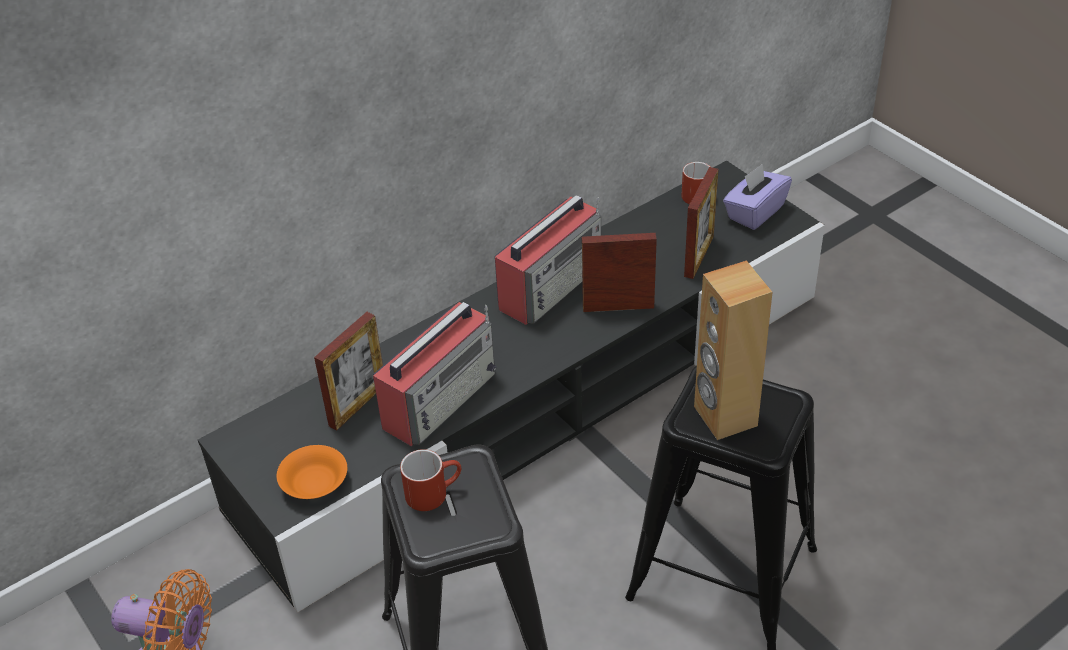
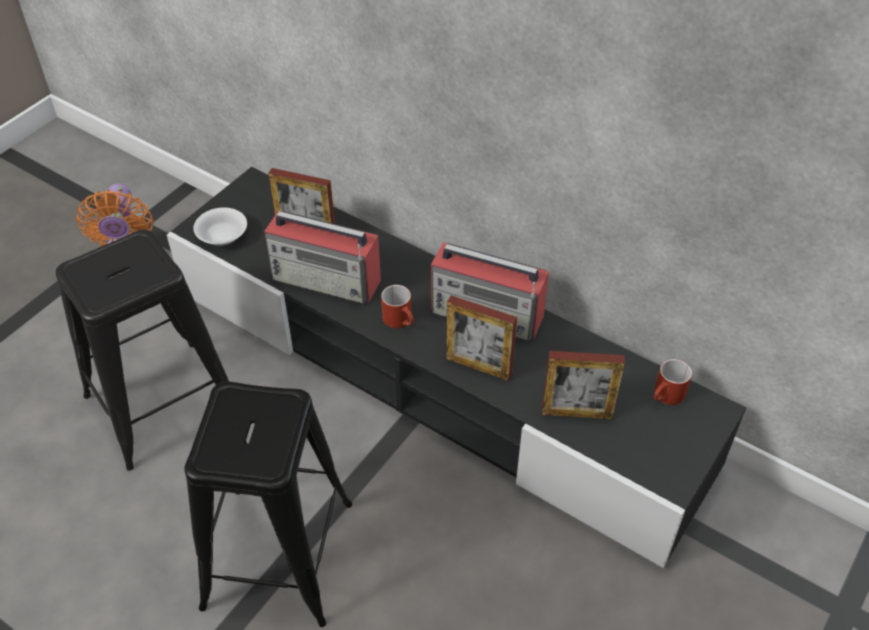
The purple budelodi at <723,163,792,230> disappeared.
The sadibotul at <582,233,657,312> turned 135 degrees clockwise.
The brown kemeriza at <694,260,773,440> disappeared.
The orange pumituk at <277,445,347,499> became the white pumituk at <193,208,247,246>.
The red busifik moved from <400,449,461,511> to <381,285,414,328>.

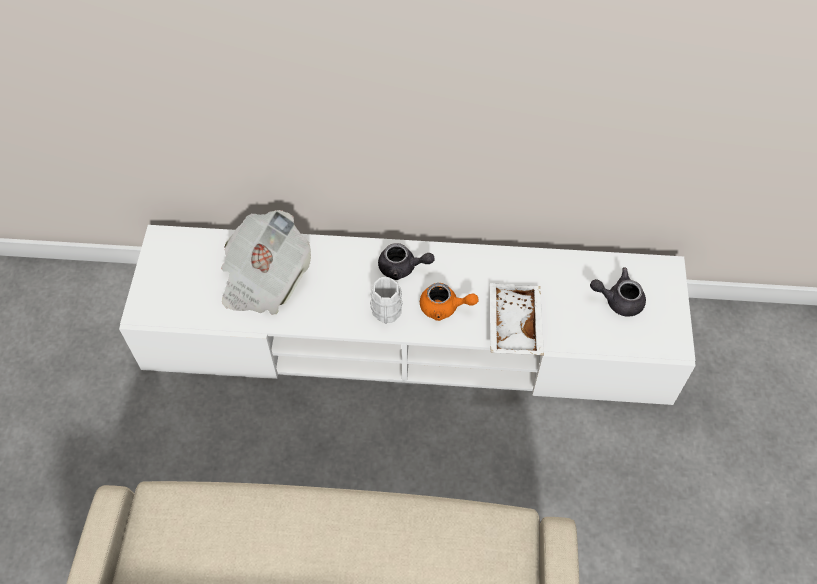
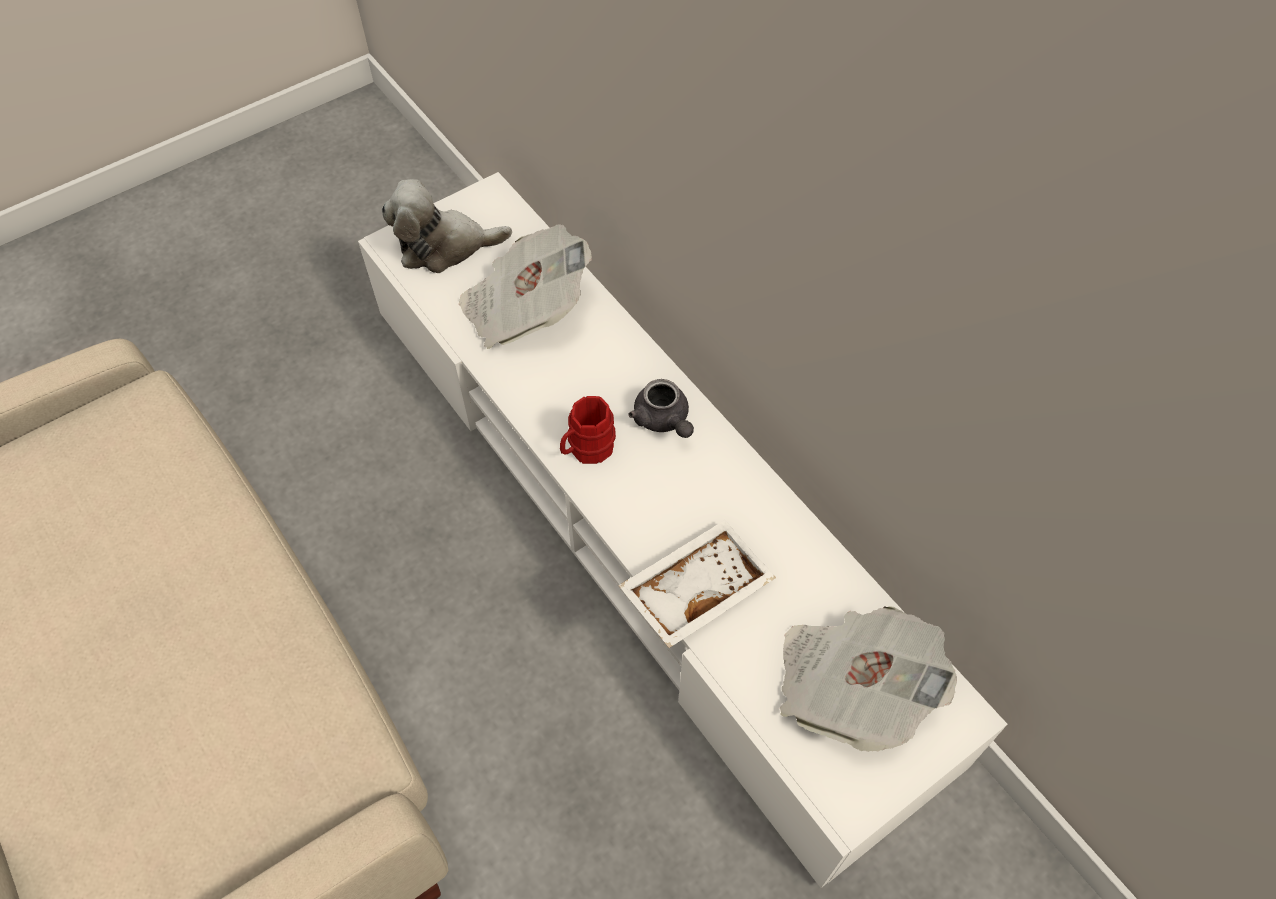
The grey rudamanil at <590,267,646,317> was replaced by the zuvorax at <780,606,957,752>.
The white busifik at <370,277,402,324> became the red busifik at <560,396,616,464>.
The orange rudamanil at <420,283,479,321> disappeared.
The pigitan at <382,179,512,273> appeared.

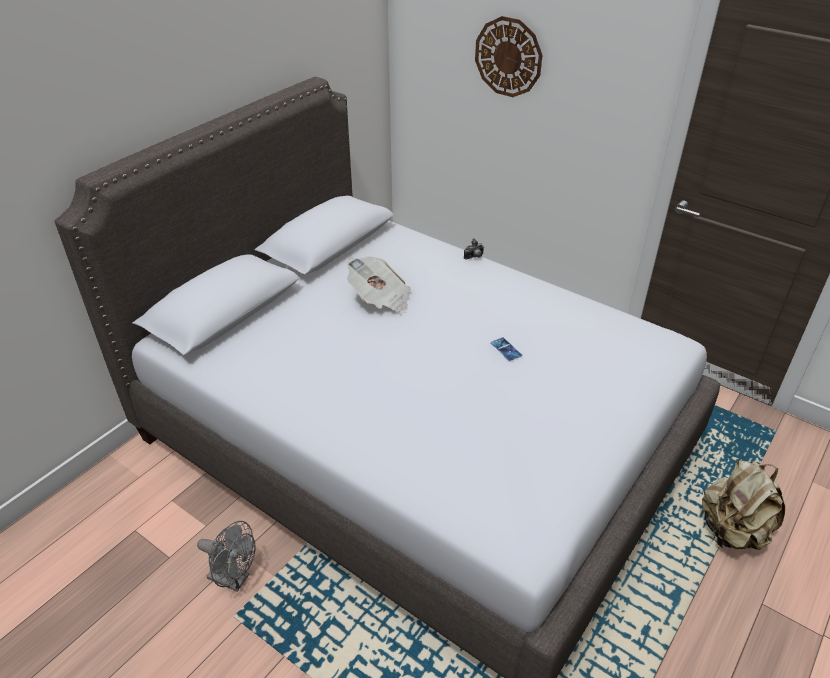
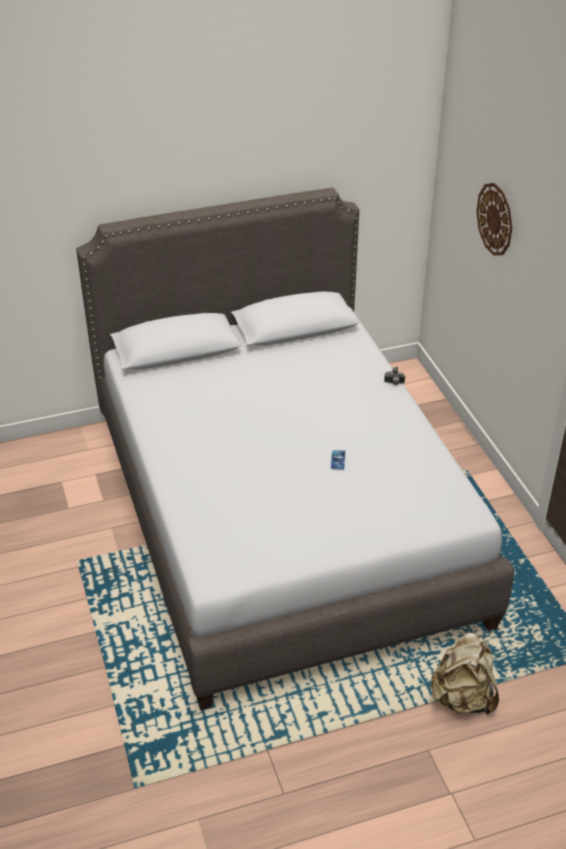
The zuvorax at <347,257,411,314> disappeared.
The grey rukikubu at <197,521,256,592> disappeared.

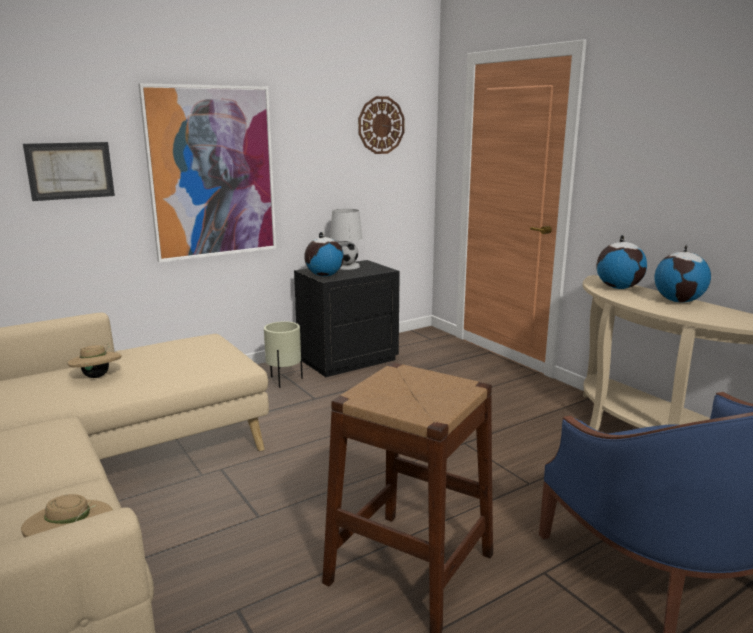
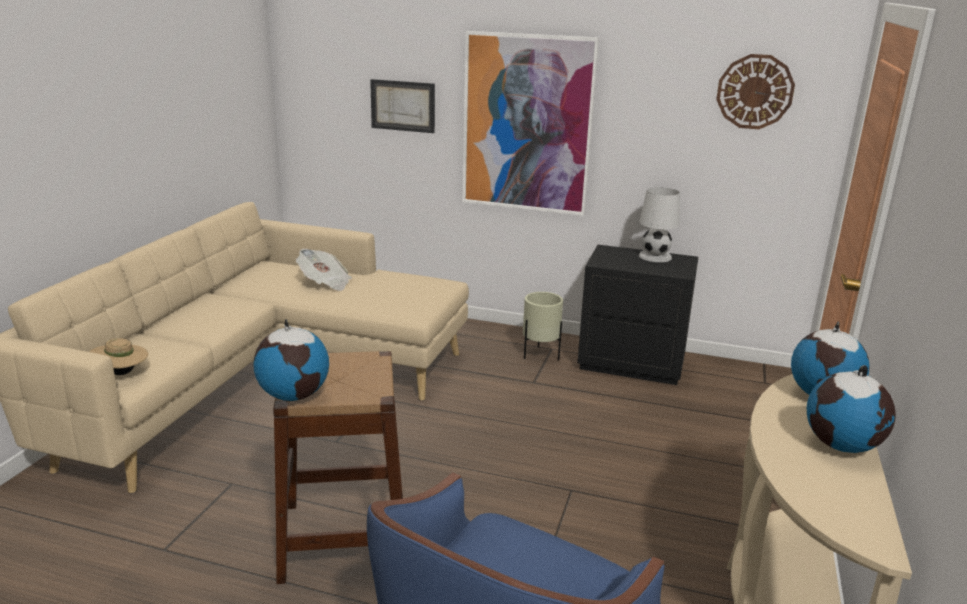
The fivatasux moved from <304,232,344,277> to <253,319,329,401>.
The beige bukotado at <67,343,122,378> was replaced by the zuvorax at <296,249,352,291>.

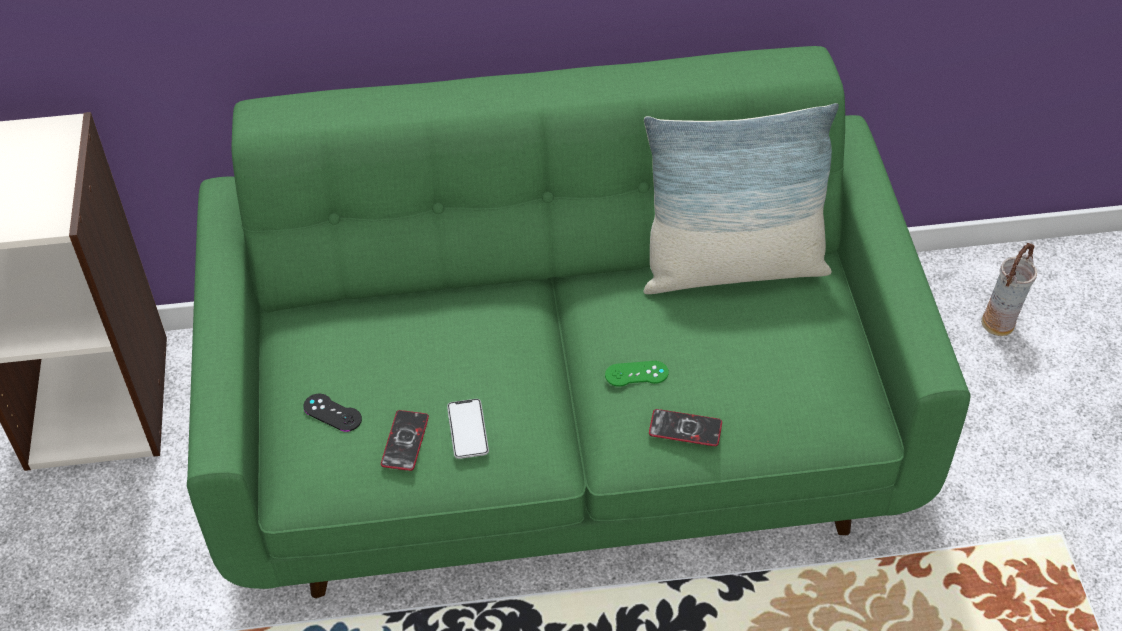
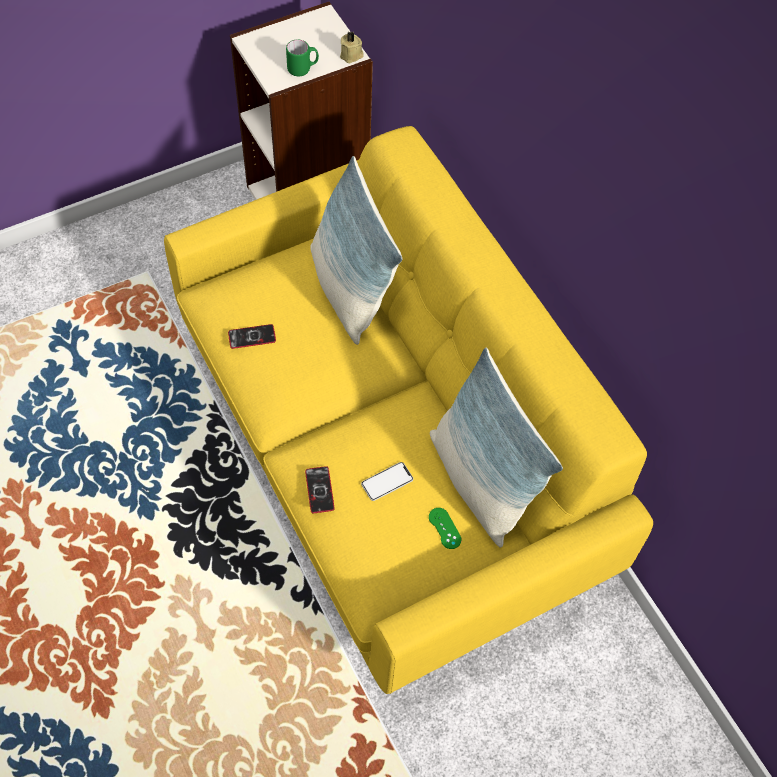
The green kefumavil at <187,46,971,598> became the yellow kefumavil at <164,126,653,694>.
The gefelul at <981,243,1037,336> disappeared.
The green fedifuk moved from <605,361,669,387> to <429,508,461,549>.
The black fedifuk at <304,394,362,432> disappeared.
The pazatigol moved from <447,399,489,459> to <361,462,413,501>.
The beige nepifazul at <340,31,364,64> appeared.
The green busifik at <286,39,319,76> appeared.
The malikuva at <310,156,403,345> appeared.

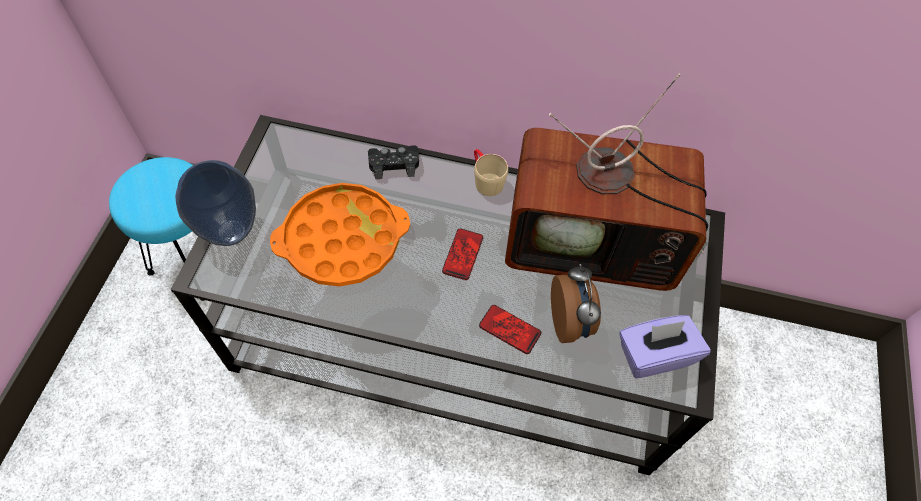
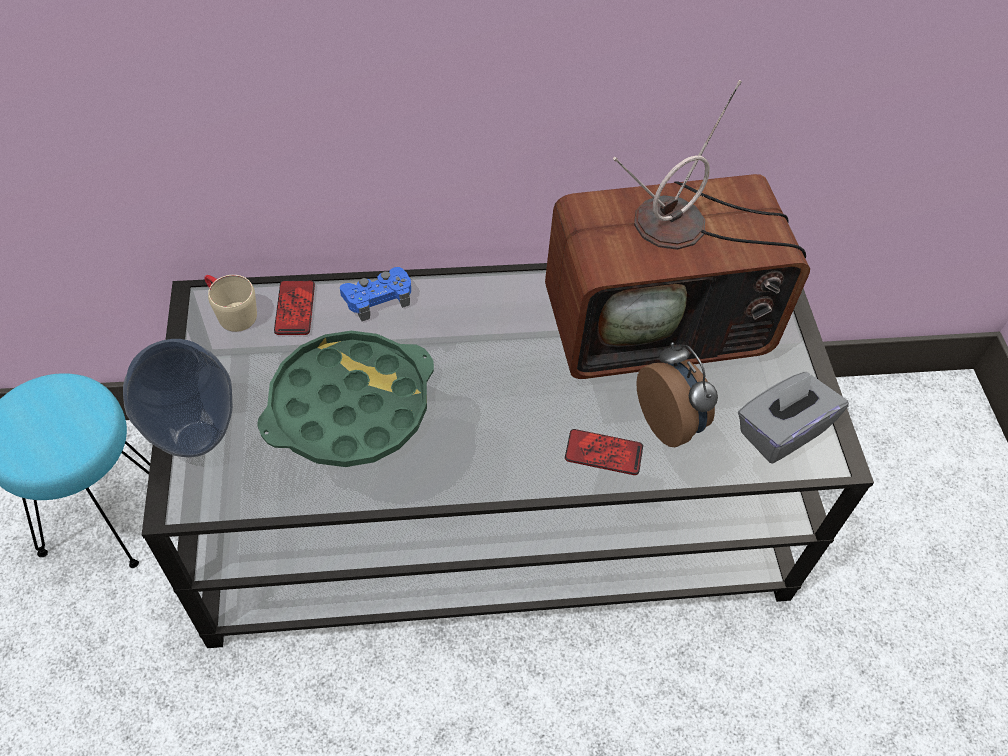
The black fedifuk at <368,145,419,179> became the blue fedifuk at <340,267,411,321>.
The beige busifik moved from <474,149,508,196> to <205,275,257,332>.
The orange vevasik at <270,183,410,287> became the green vevasik at <257,331,434,467>.
The pazatigol moved from <442,228,483,280> to <274,280,315,335>.
The purple budelodi at <619,315,711,379> became the grey budelodi at <738,372,849,464>.

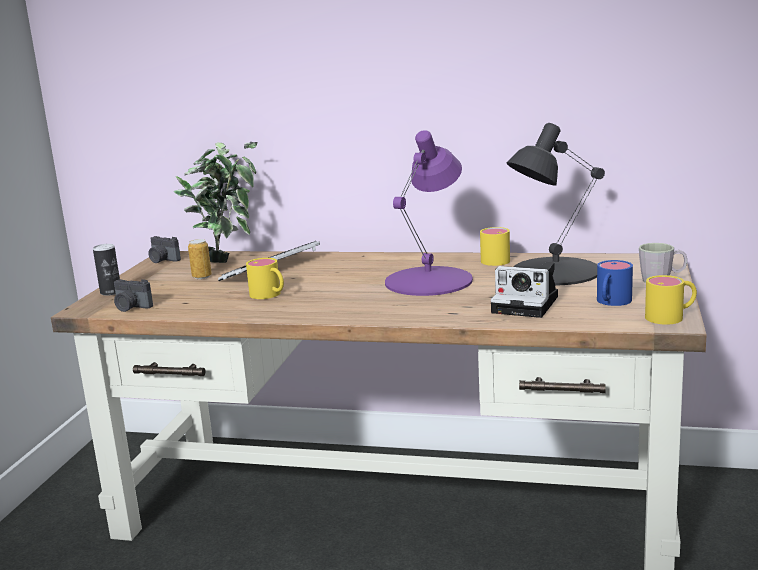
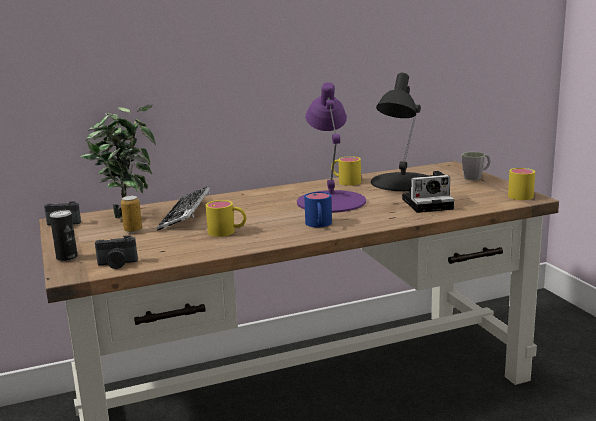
The blue busifik moved from <597,260,633,306> to <304,192,332,227>.

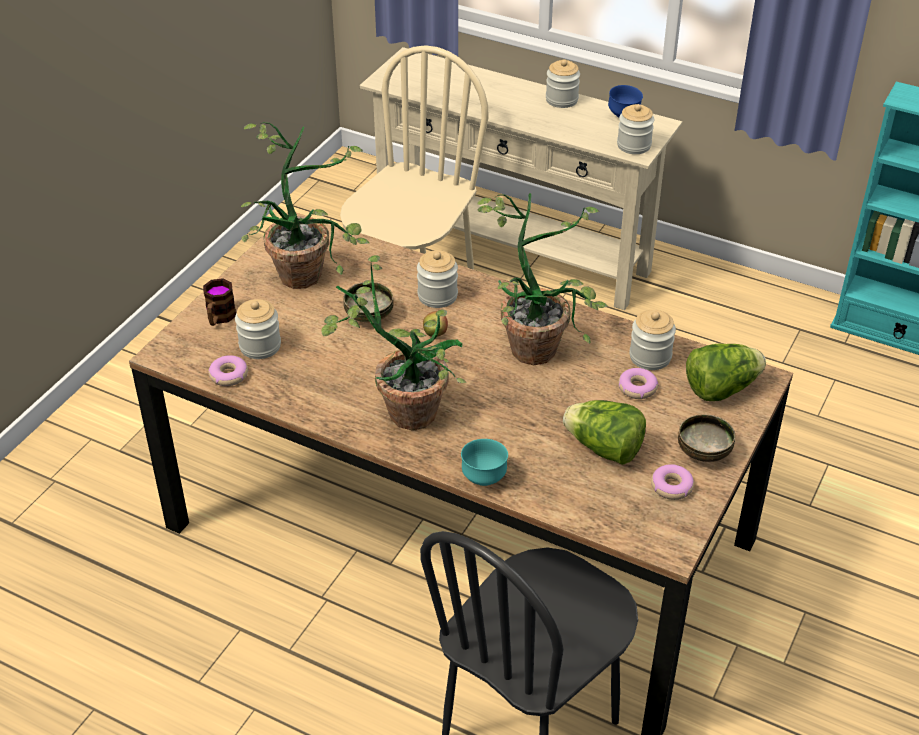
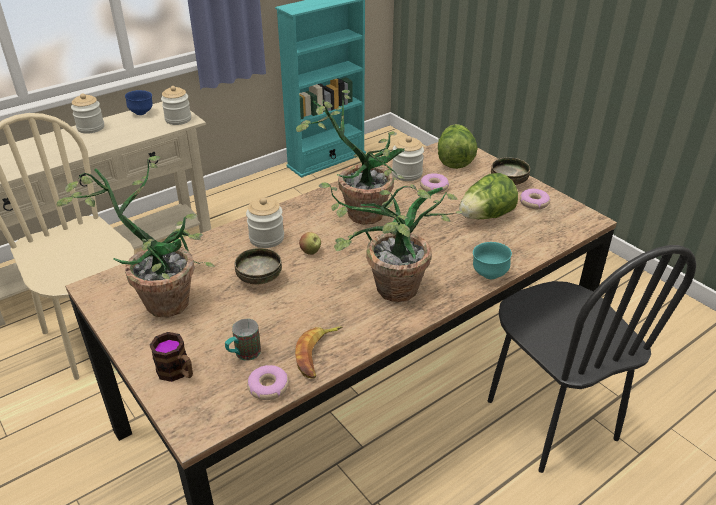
The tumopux at <235,299,281,359> was replaced by the busifik at <225,319,261,361>.
The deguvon at <295,326,342,379> appeared.

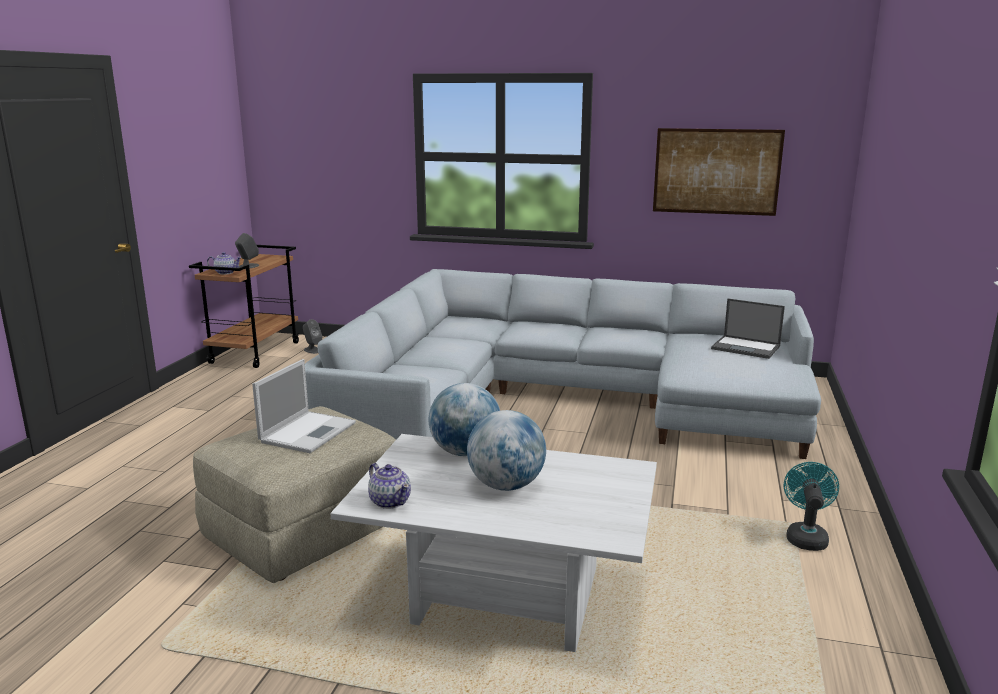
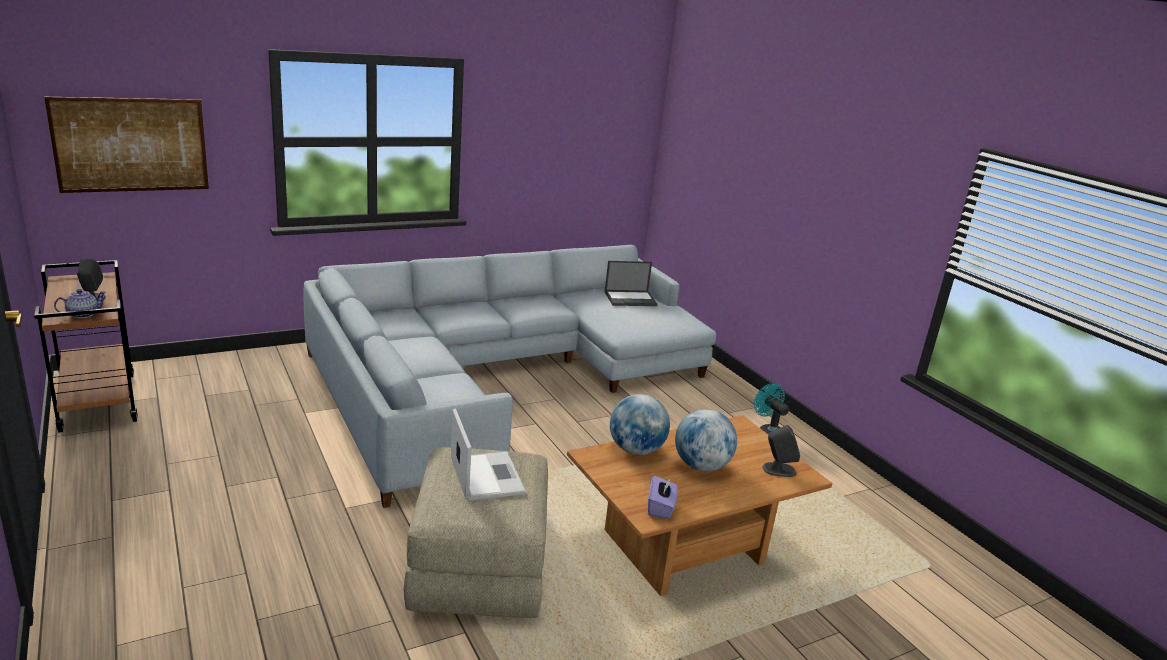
The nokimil moved from <653,128,785,216> to <44,97,209,193>.
The grey kemeriza moved from <303,319,322,354> to <763,425,800,477>.
The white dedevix at <331,434,657,652> became the brown dedevix at <567,415,832,596>.
The rudamanil at <368,463,411,509> was replaced by the purple budelodi at <648,476,678,519>.

